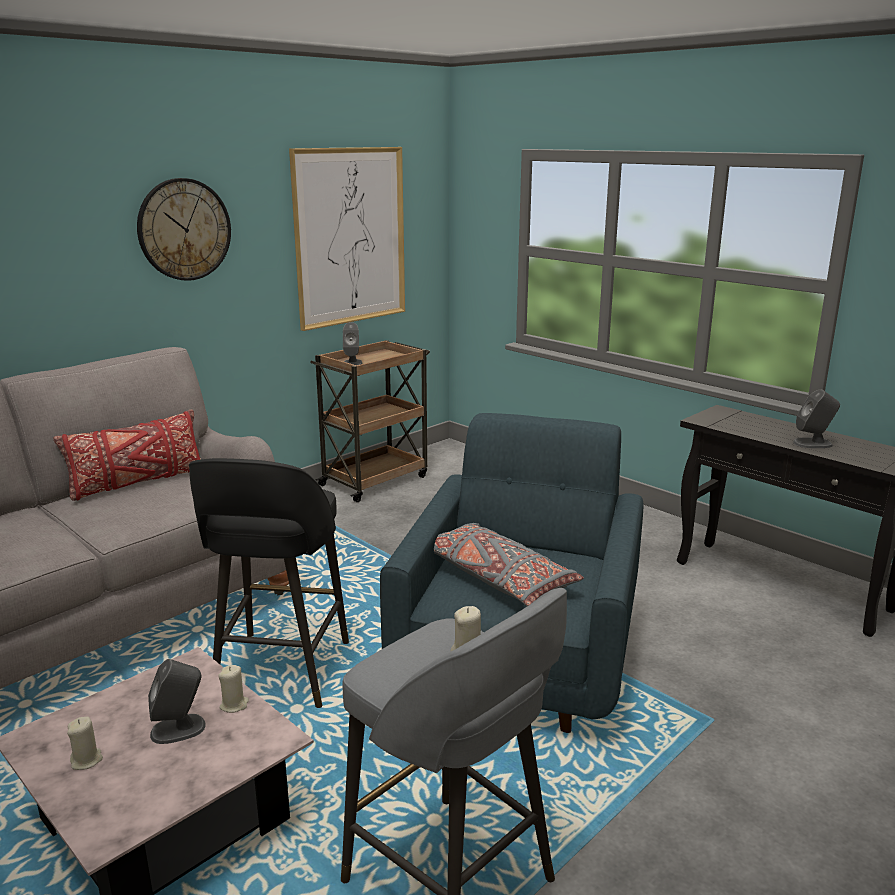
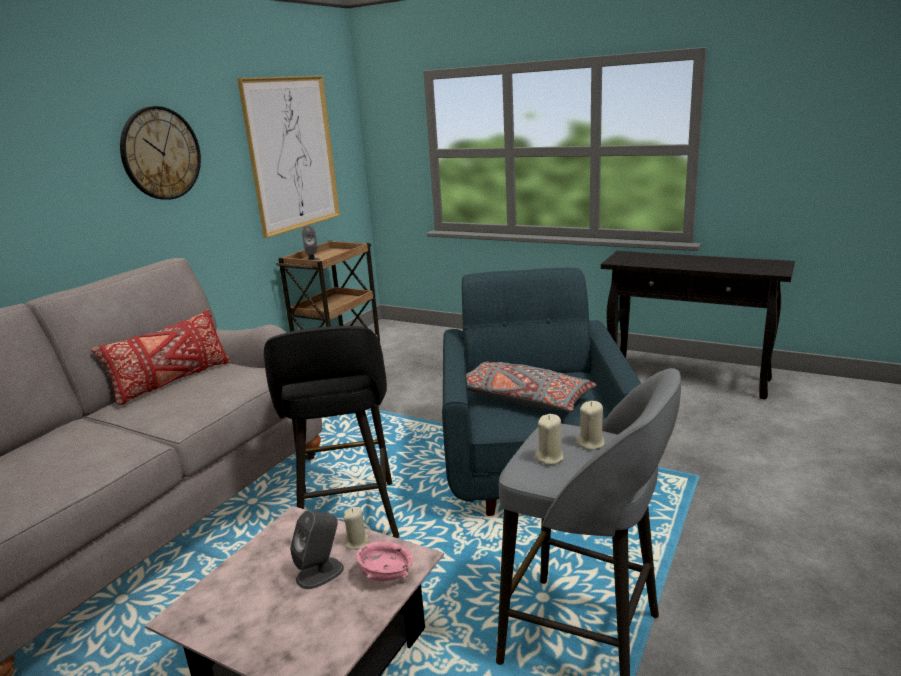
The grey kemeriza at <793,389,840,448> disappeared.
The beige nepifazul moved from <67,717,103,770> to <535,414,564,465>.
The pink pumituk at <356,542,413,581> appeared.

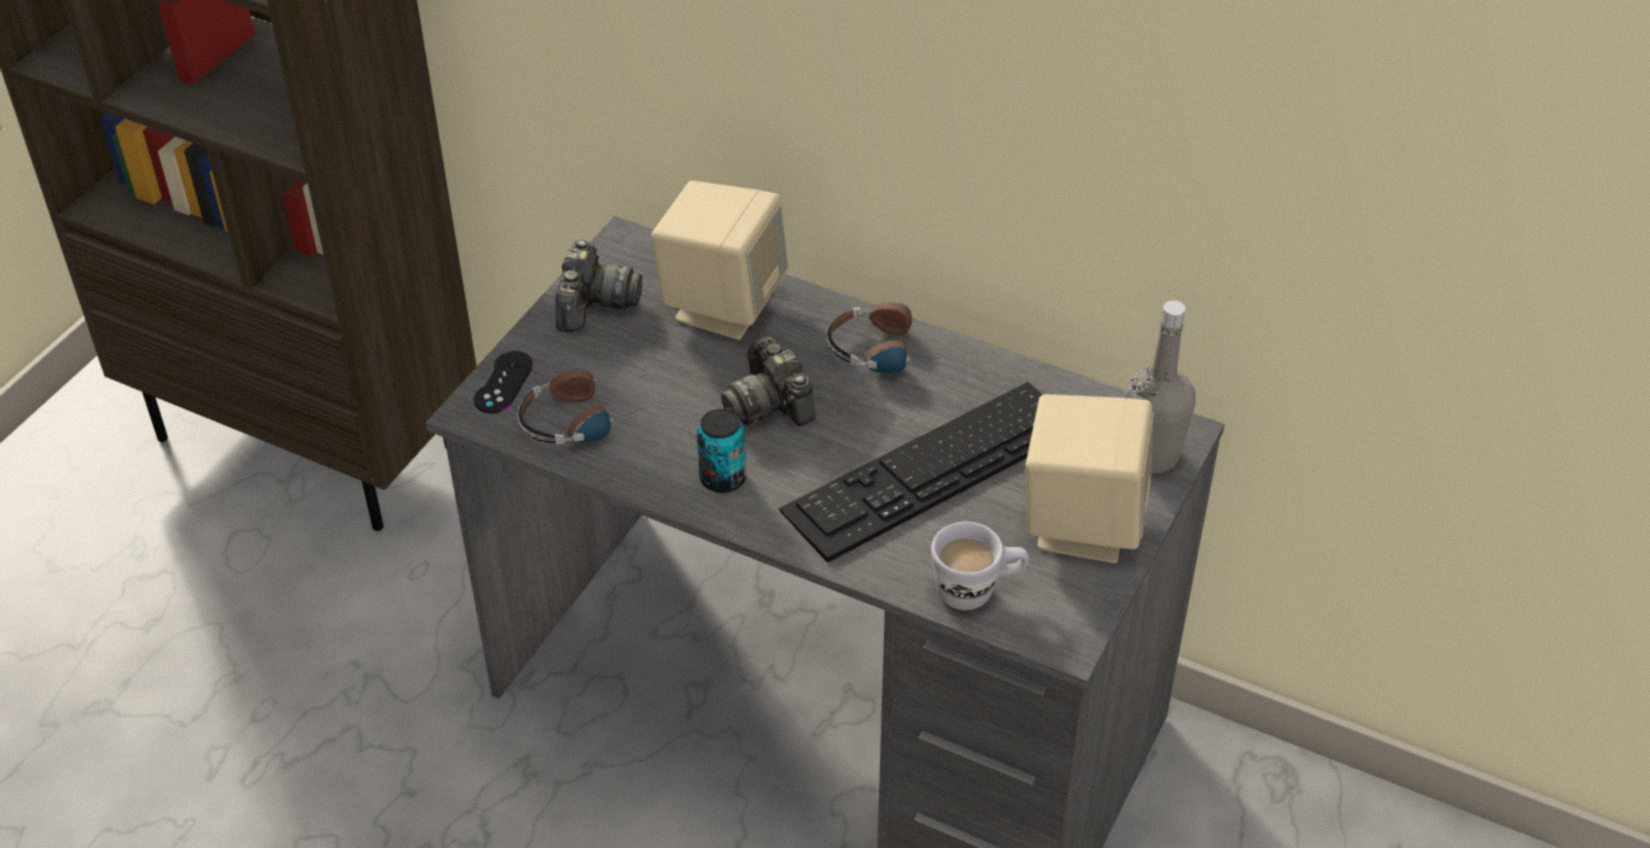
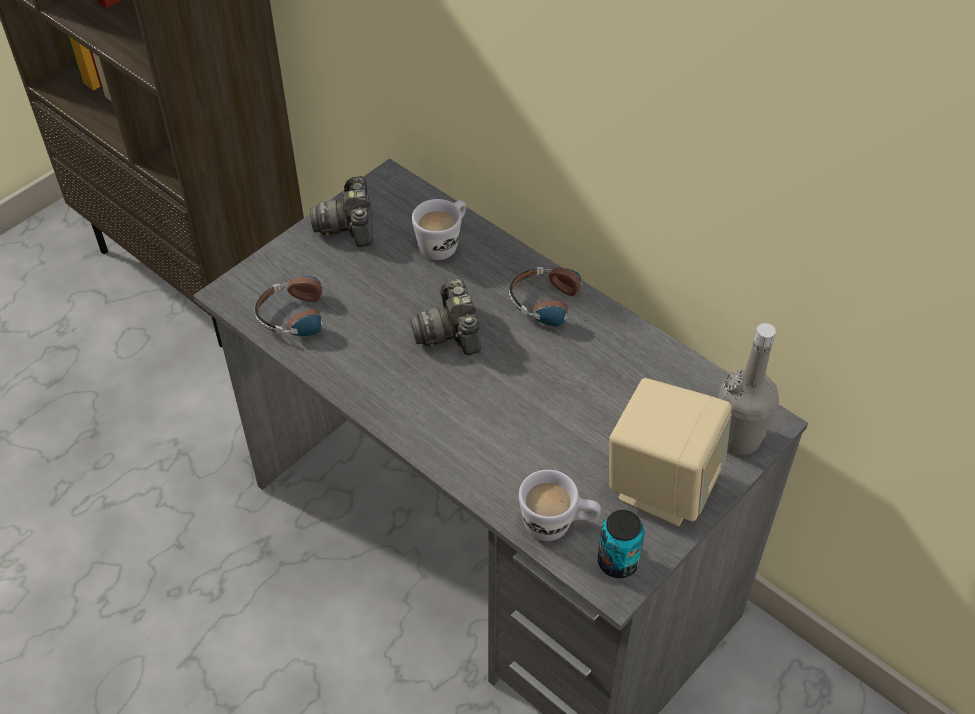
The beige kemeriza at <651,181,788,340> was replaced by the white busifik at <412,199,466,260>.
The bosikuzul at <555,239,642,332> turned 150 degrees clockwise.
The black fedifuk at <474,351,533,414> disappeared.
The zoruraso at <779,382,1043,563> disappeared.
The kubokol moved from <697,409,746,493> to <598,510,644,578>.

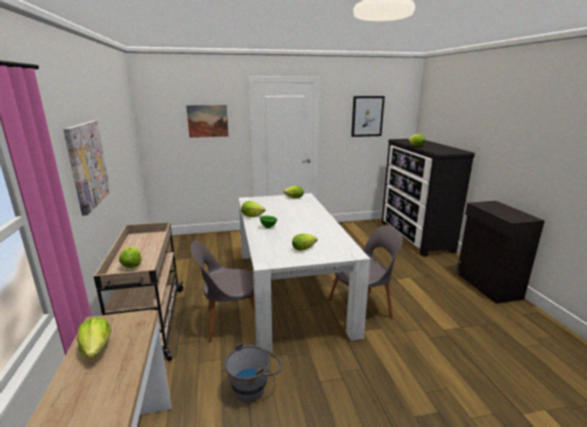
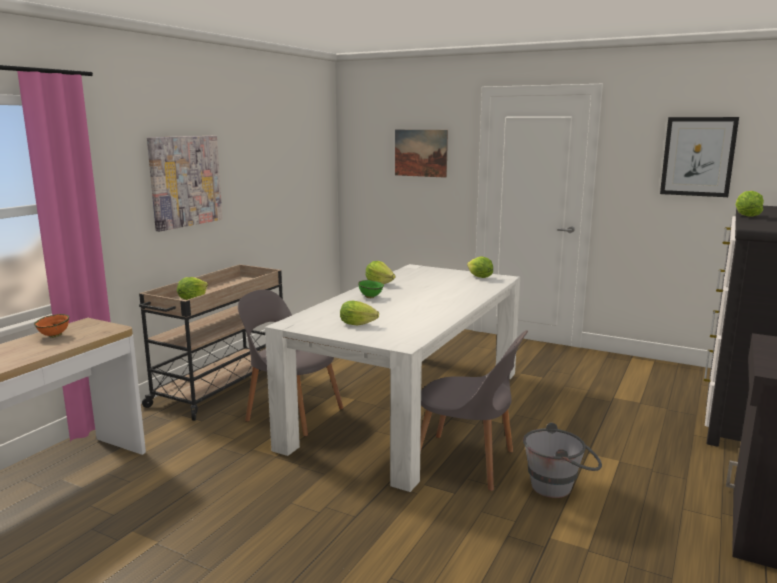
The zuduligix at <77,317,111,359> was replaced by the orange pumituk at <34,314,69,338>.
The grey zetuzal moved from <224,343,282,402> to <523,422,602,498>.

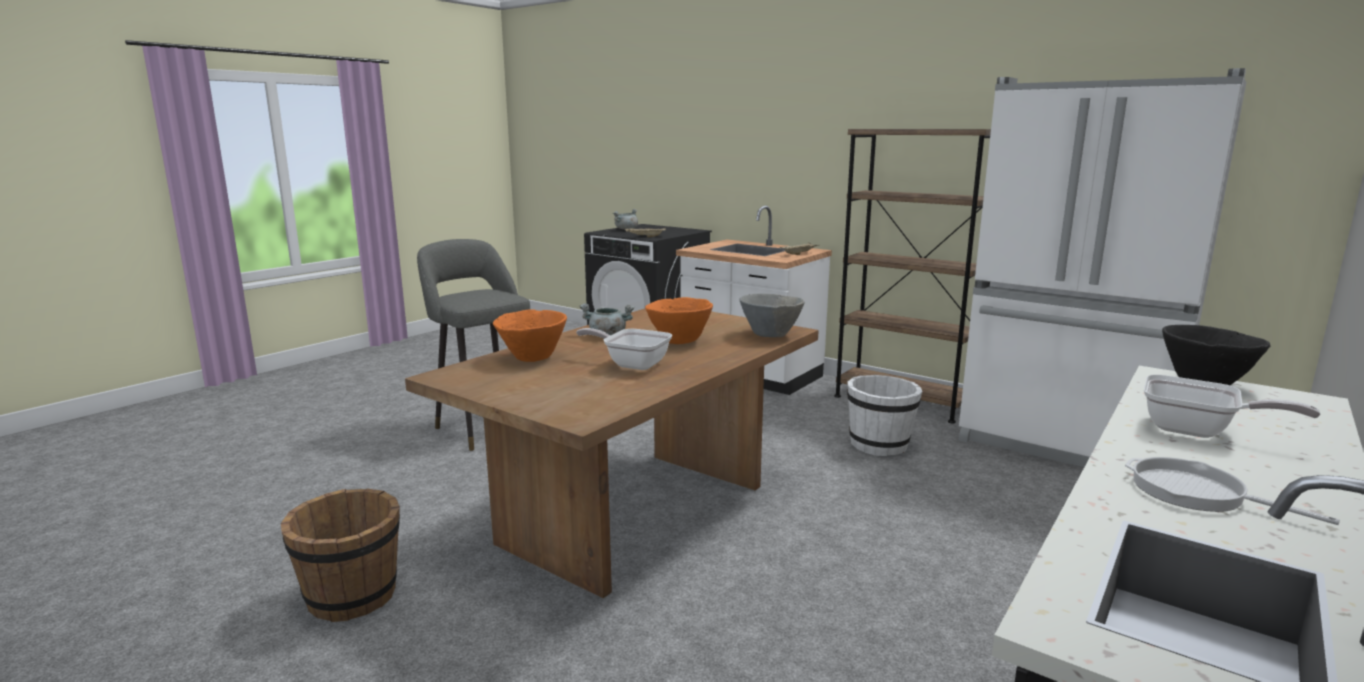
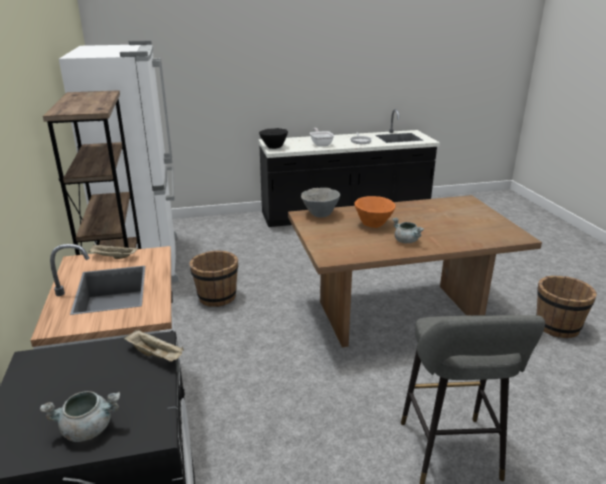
The orange pumituk at <493,309,567,362> disappeared.
The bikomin at <576,328,672,370> disappeared.
The white zetuzal at <847,375,923,456> became the brown zetuzal at <189,251,238,307>.

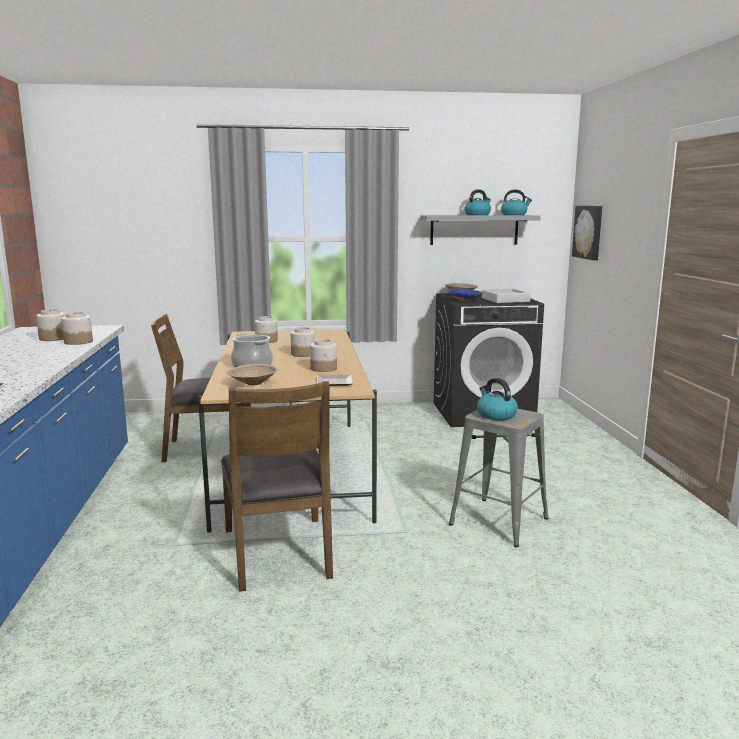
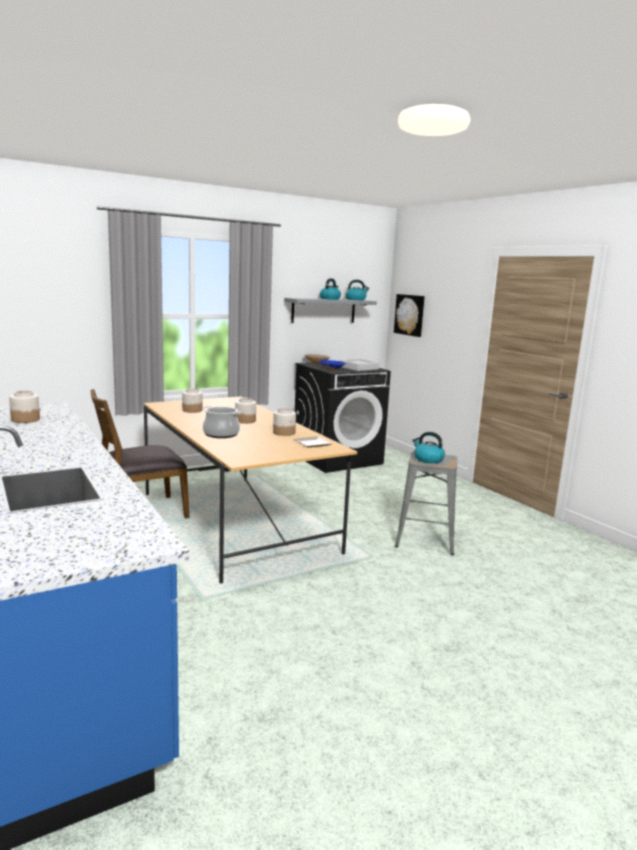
The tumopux at <61,312,93,345> disappeared.
The beige pumituk at <227,364,278,385> disappeared.
The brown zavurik at <221,381,333,592> disappeared.

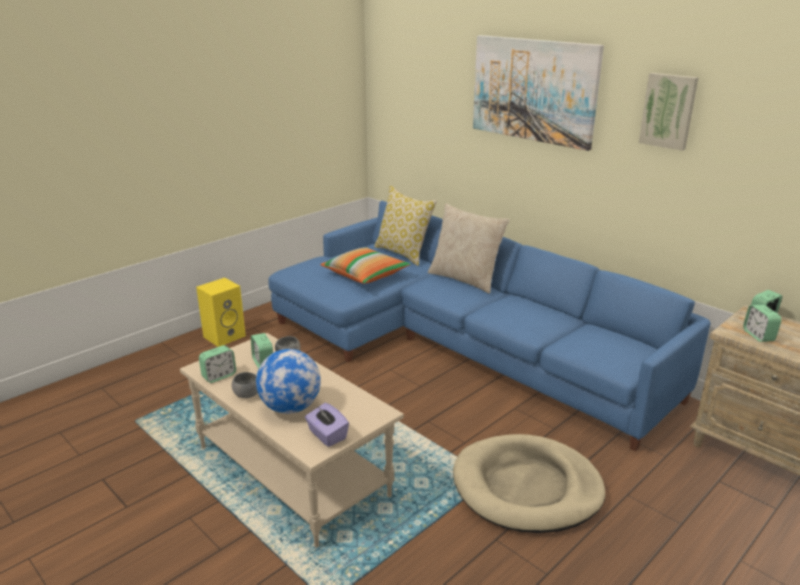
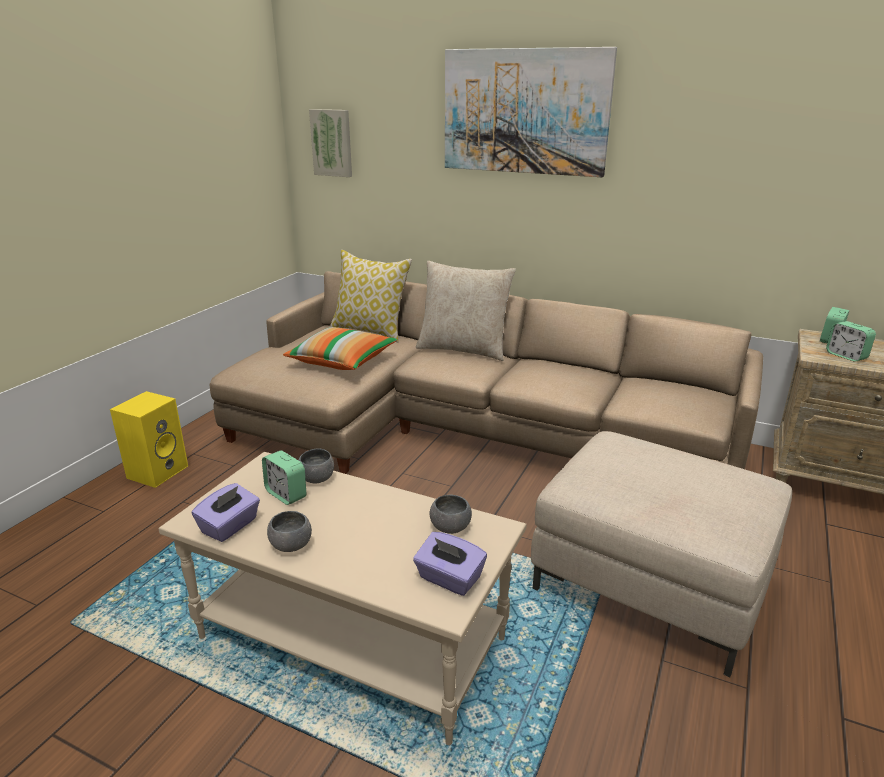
The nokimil moved from <639,73,699,151> to <309,109,352,177>.
The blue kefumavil at <268,201,711,451> became the beige kefumavil at <210,271,763,474>.
The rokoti at <199,345,236,383> was replaced by the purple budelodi at <192,483,260,542>.
The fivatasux at <256,349,321,414> disappeared.
The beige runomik at <453,434,605,533> was replaced by the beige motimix at <531,431,792,677>.
The grey pumituk at <430,494,472,534> appeared.

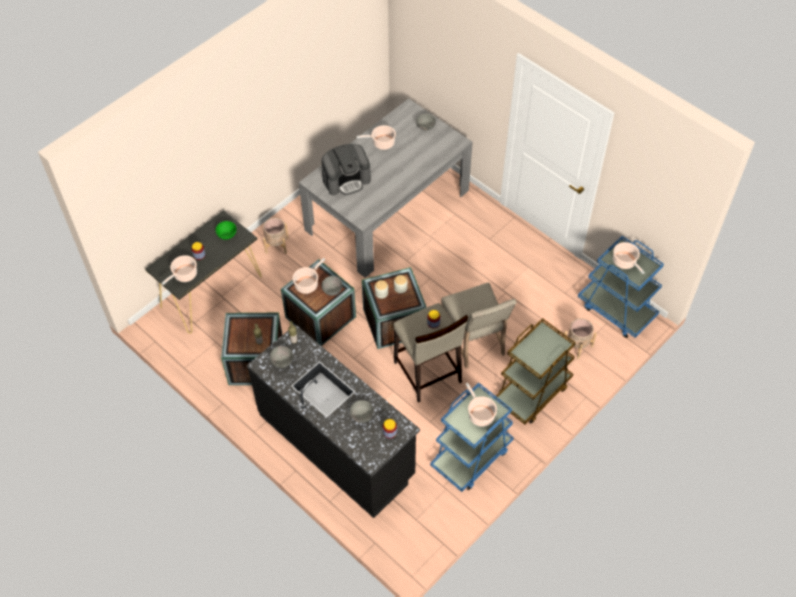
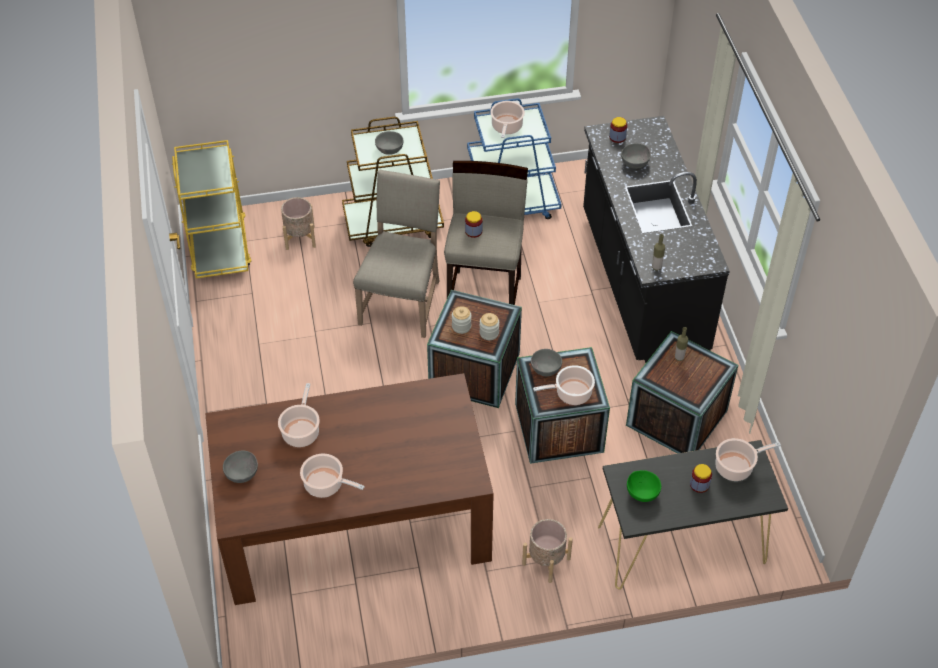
The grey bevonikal at <299,99,473,278> became the brown bevonikal at <205,373,494,605>.
The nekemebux at <322,144,371,196> disappeared.
The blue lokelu at <578,236,664,338> became the yellow lokelu at <172,140,251,278>.
The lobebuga moved from <613,242,645,274> to <278,383,320,447>.
The grey pumituk moved from <270,346,293,368> to <375,131,403,155>.

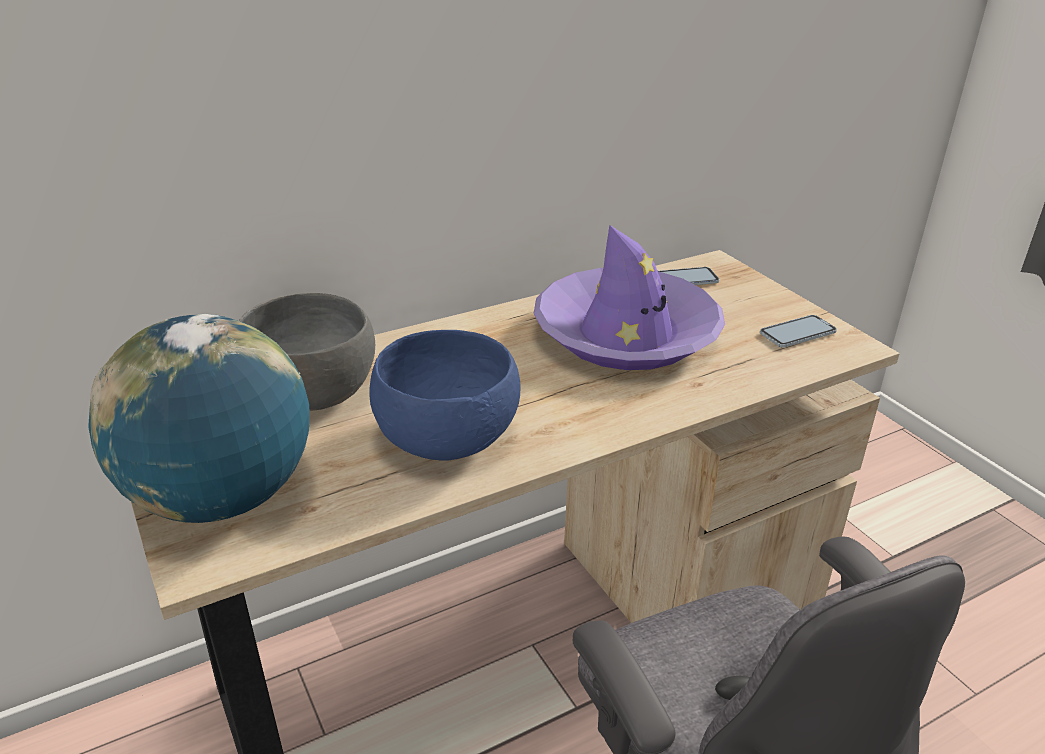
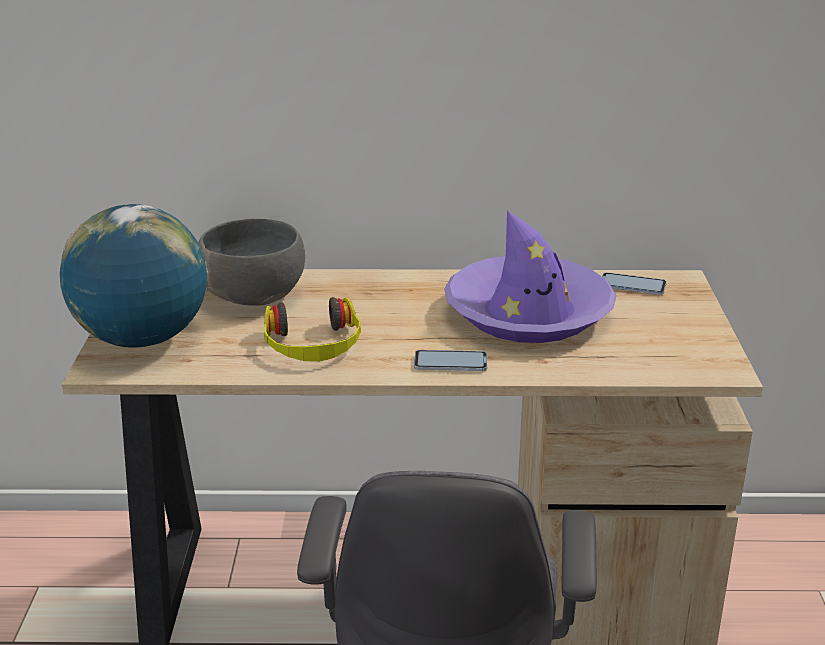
The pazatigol moved from <760,315,837,348> to <414,350,487,371>.
The blue pumituk at <369,330,521,460> was replaced by the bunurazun at <264,297,361,362>.

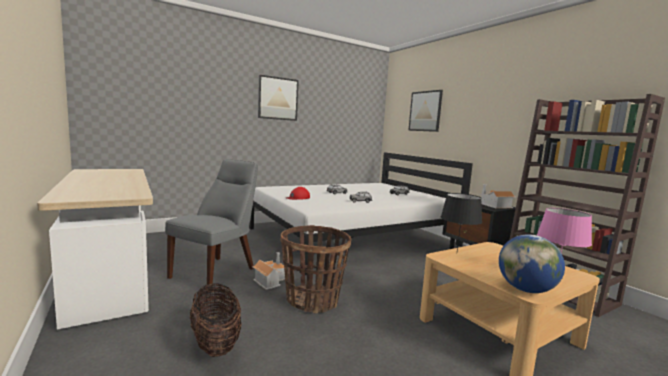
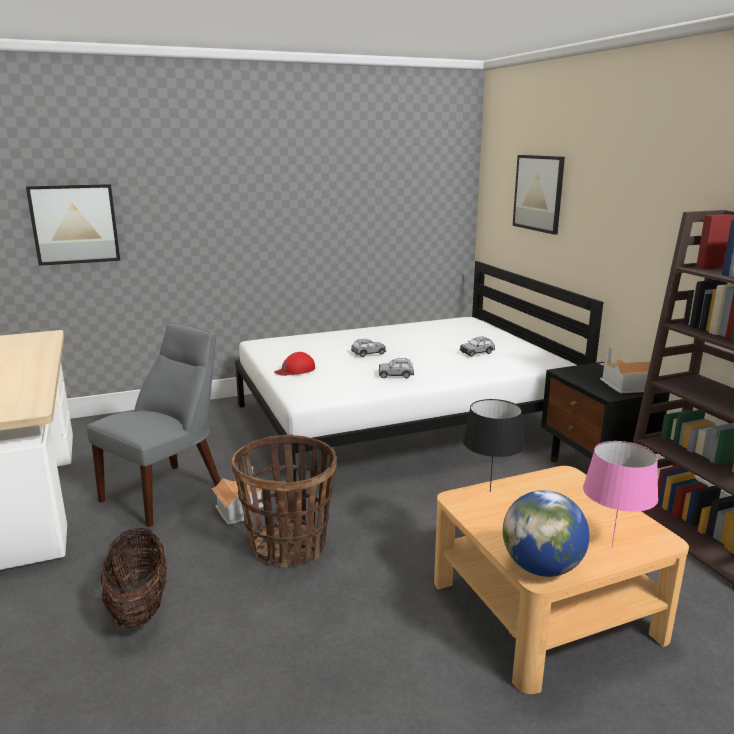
The nokimil moved from <258,75,299,121> to <26,184,120,266>.

